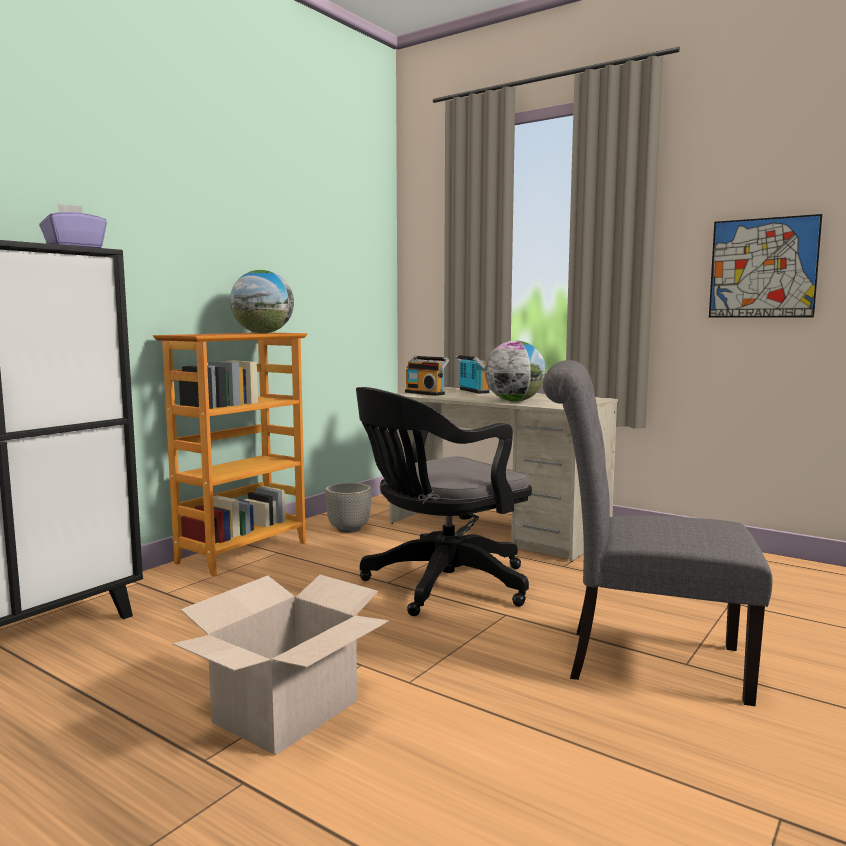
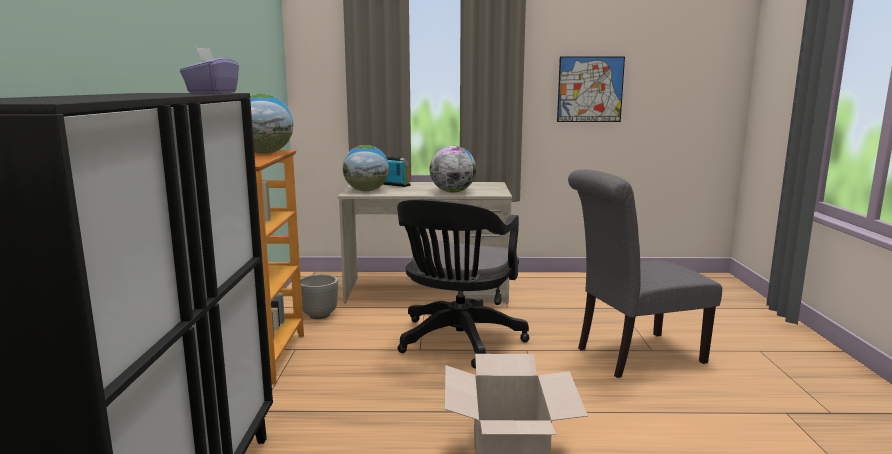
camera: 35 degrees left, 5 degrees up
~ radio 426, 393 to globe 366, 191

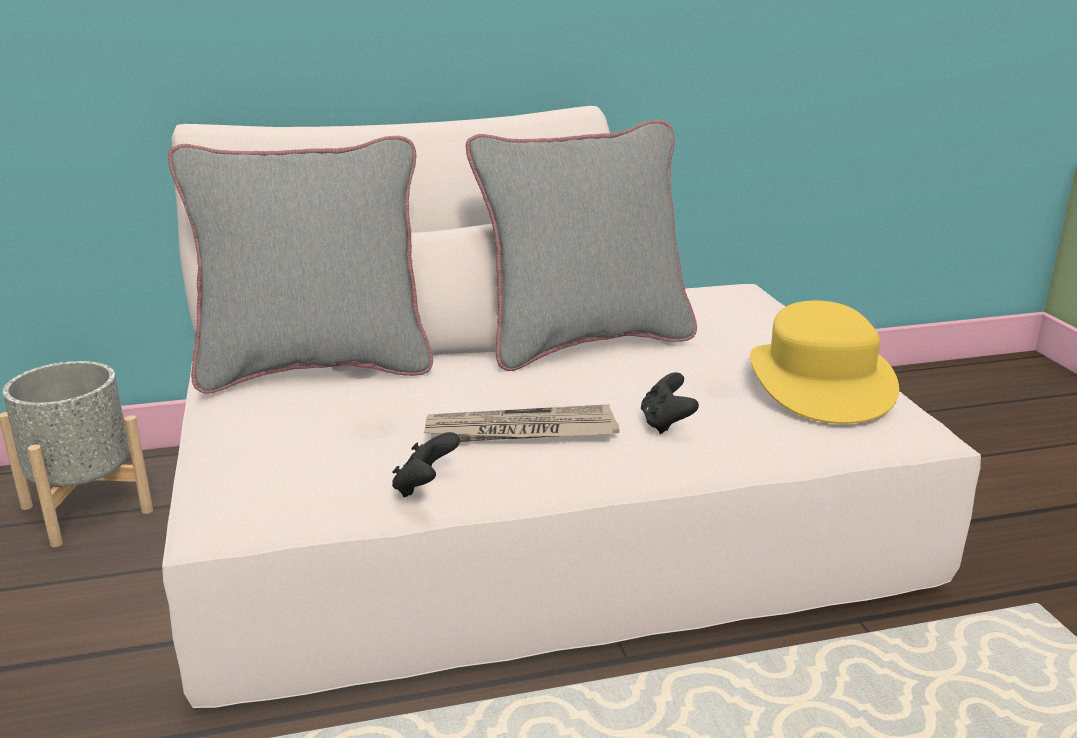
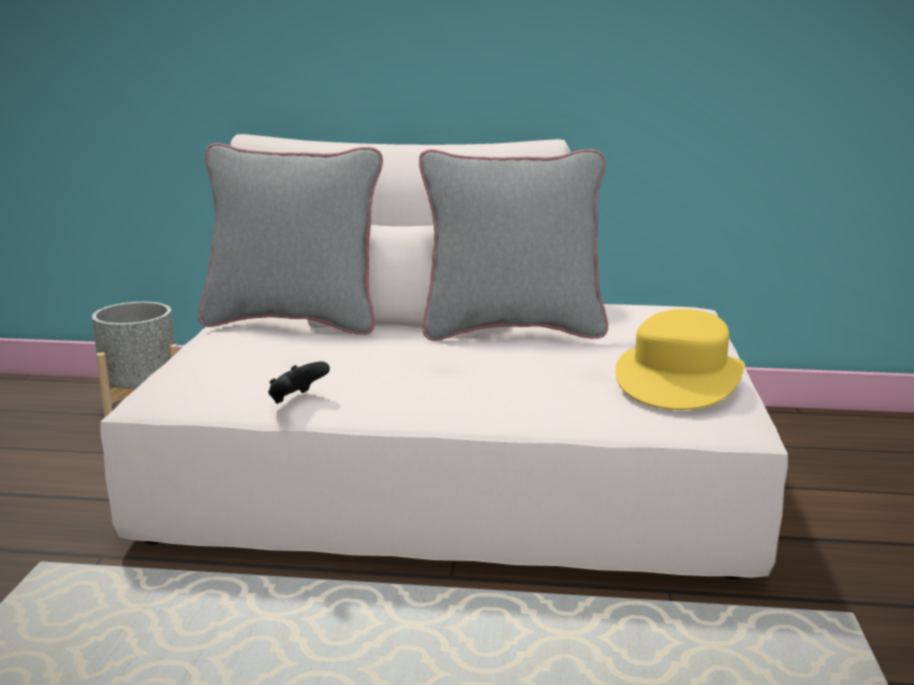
camera: 20 degrees right, 5 degrees down
- game controller (black) 666, 423
- newspaper 520, 432

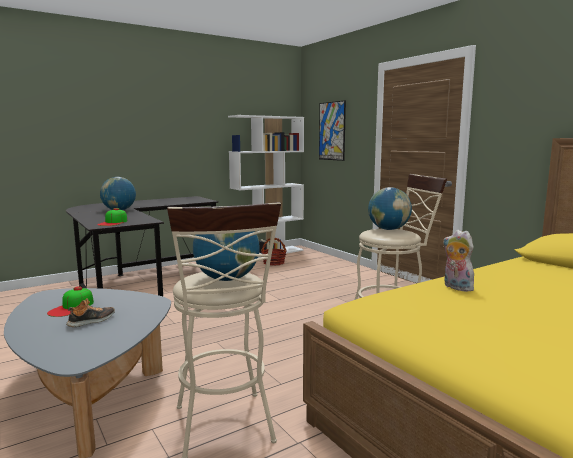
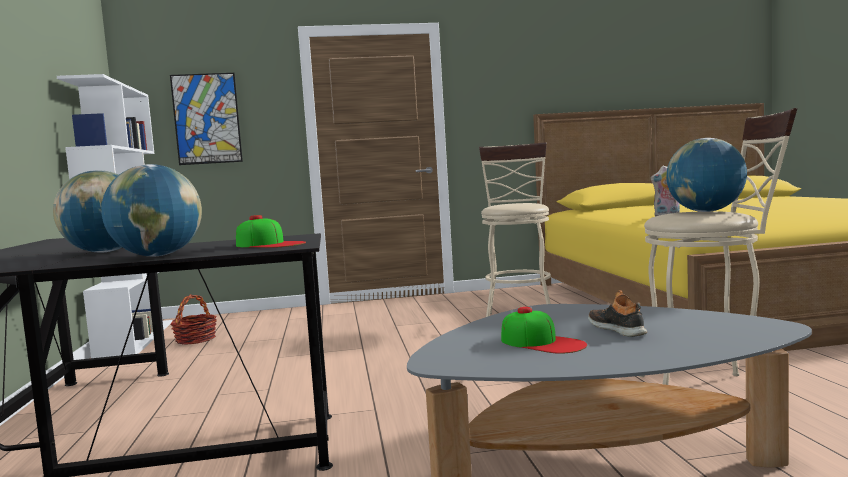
camera: 65 degrees left, 5 degrees down
~ globe 388, 229 to 158, 255

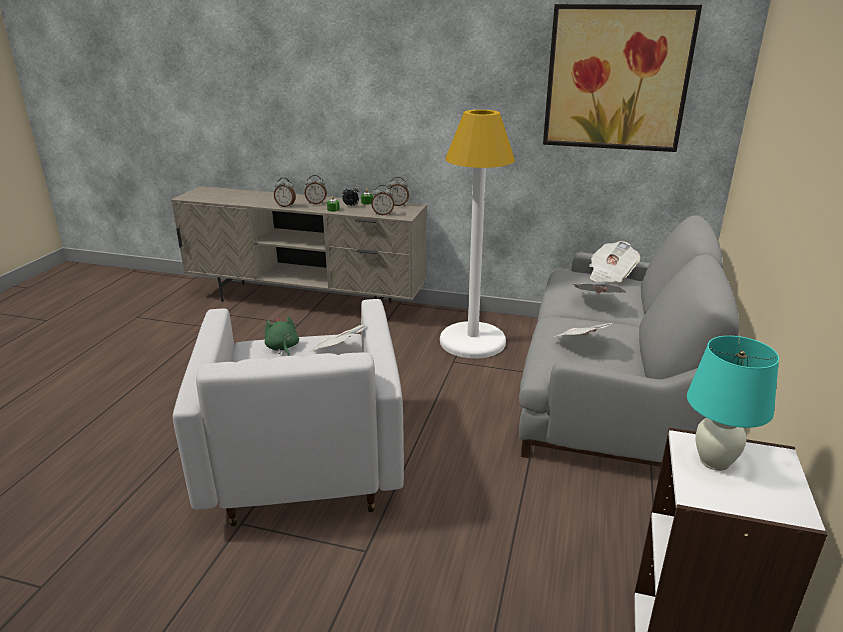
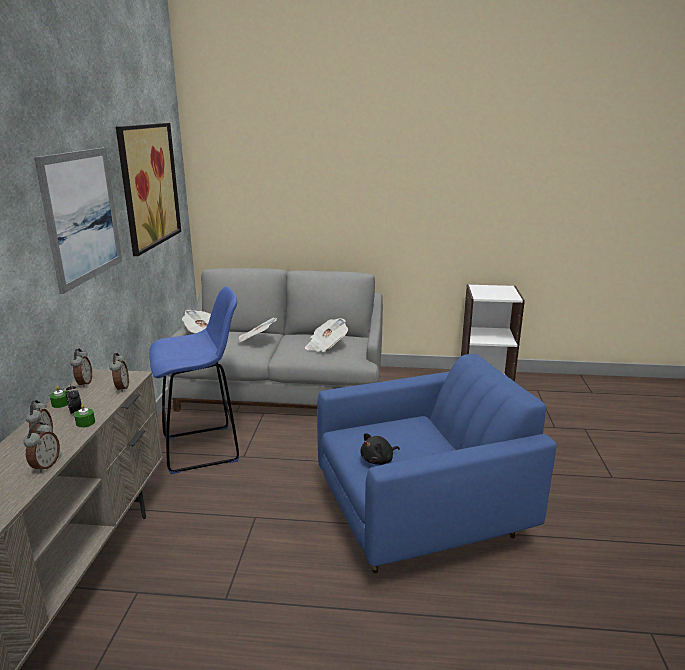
camera: 100 degrees left, 5 degrees down
~ floor lamp (white) 472, 341 to stool (blue) 204, 448
~ armchair (white) 304, 461 to armchair (blue) 421, 517
~ plush toy (green) 282, 348 to plush toy (black) 378, 460
- newspaper 339, 352
- table lamp (turquoise) 714, 461
+ picture 82, 216

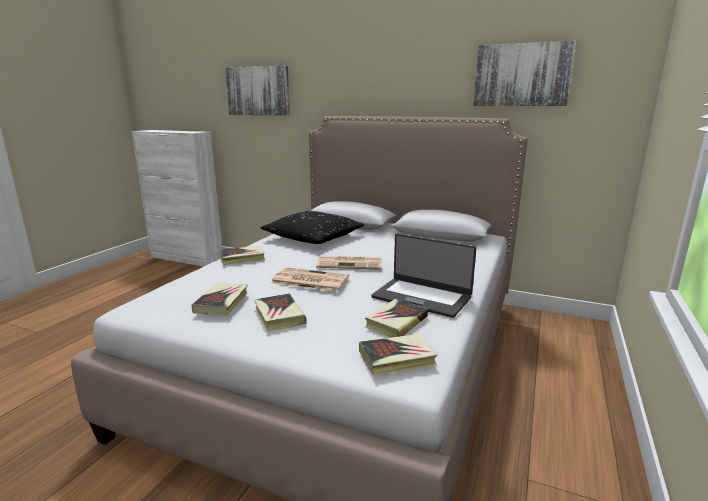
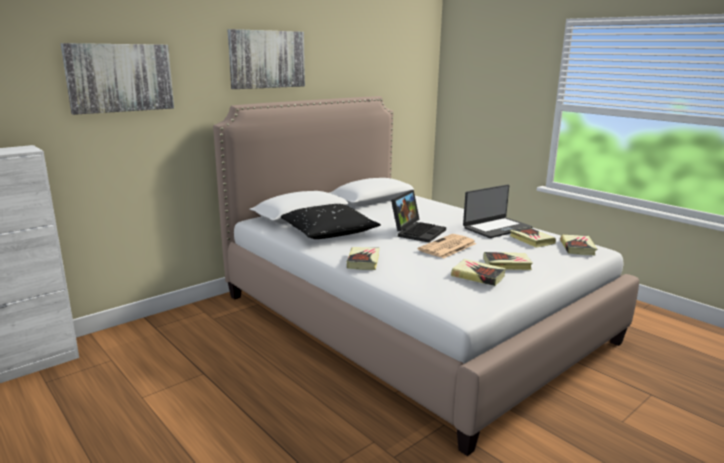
camera: 65 degrees left, 0 degrees up
~ picture 522, 75 to 267, 59
~ newspaper 351, 263 to laptop 417, 232

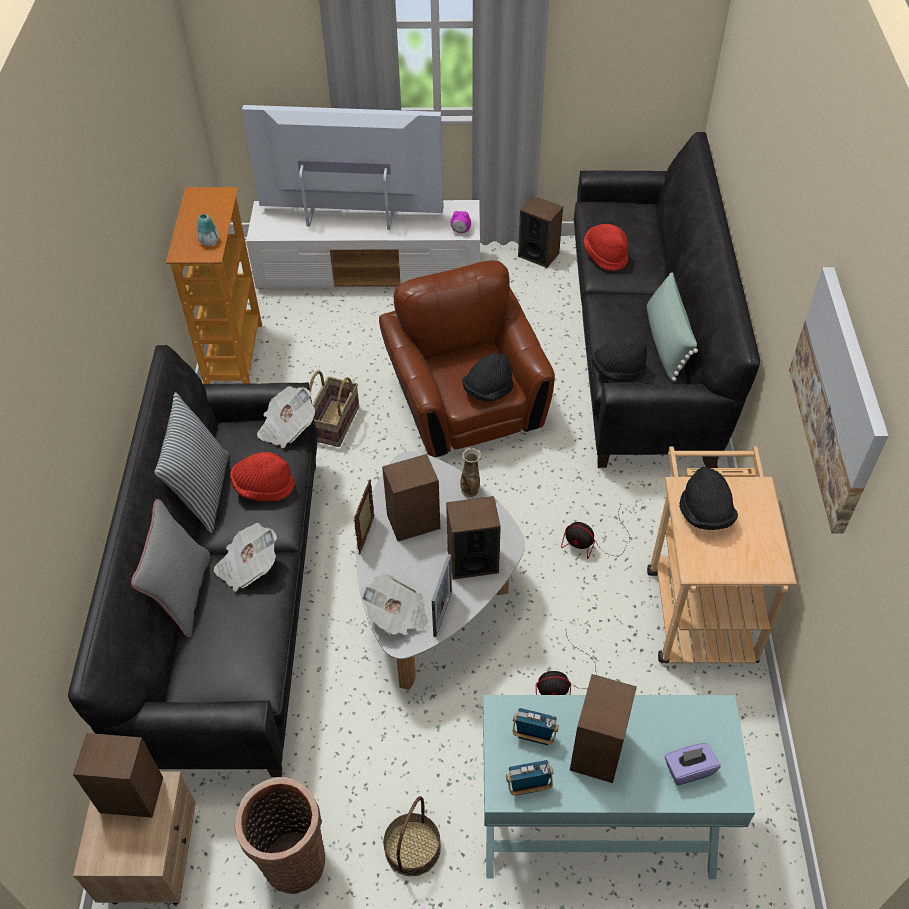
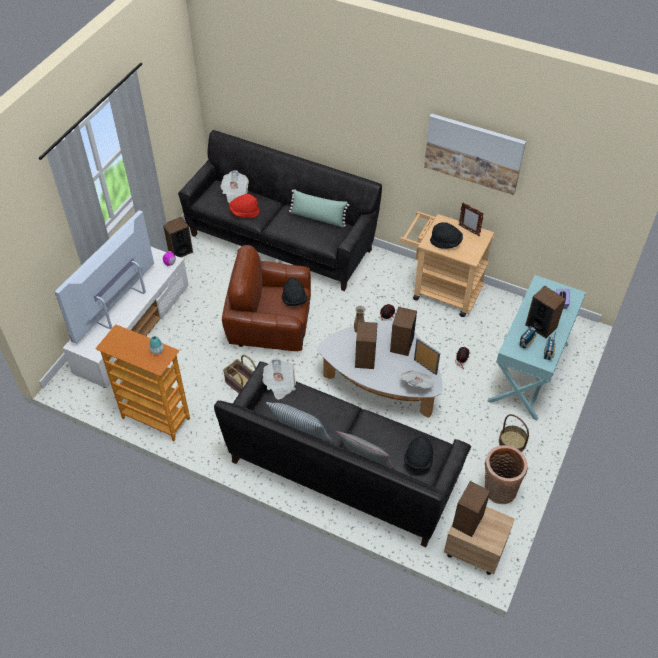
camera: 65 degrees left, 0 degrees up
~ hat (black) 618, 371 to 418, 460
- hat (red) 263, 487
~ picture frame 367, 535 to 469, 230
~ newspaper 248, 567 to 235, 193

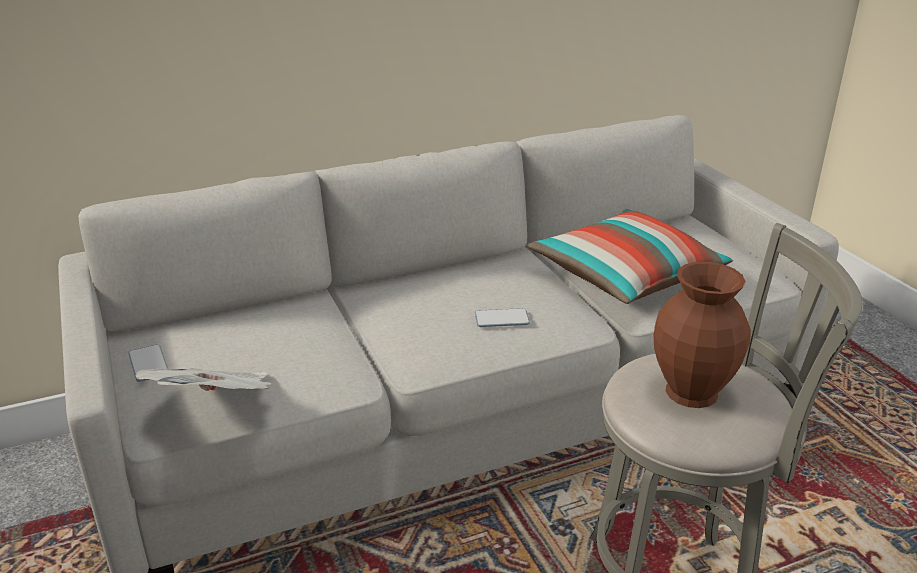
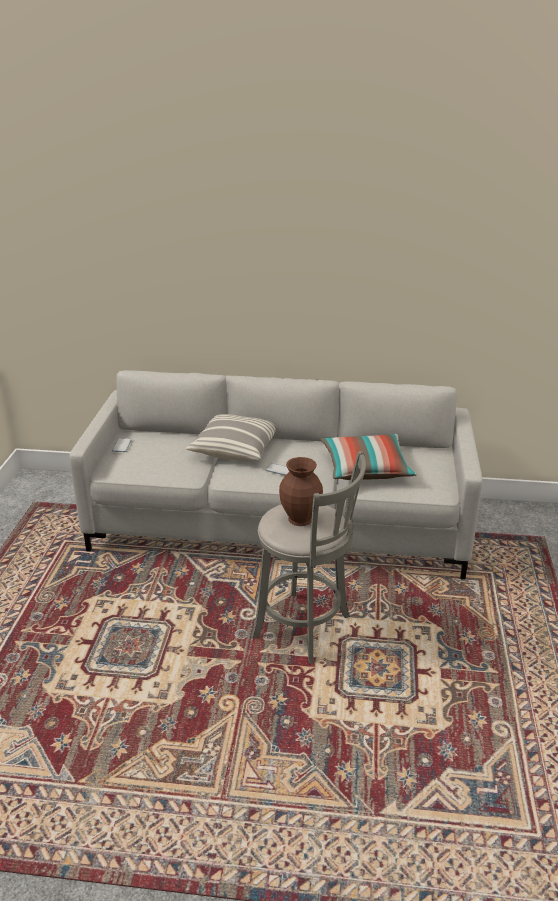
camera: 30 degrees right, 0 degrees up
- newspaper 216, 405
+ pillow 235, 448

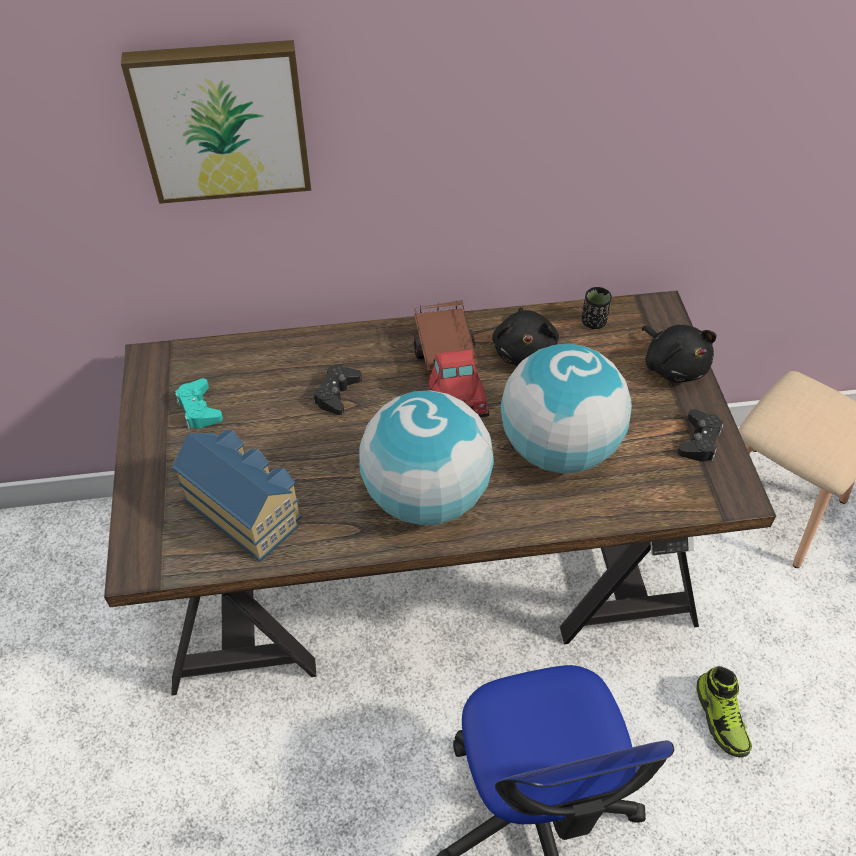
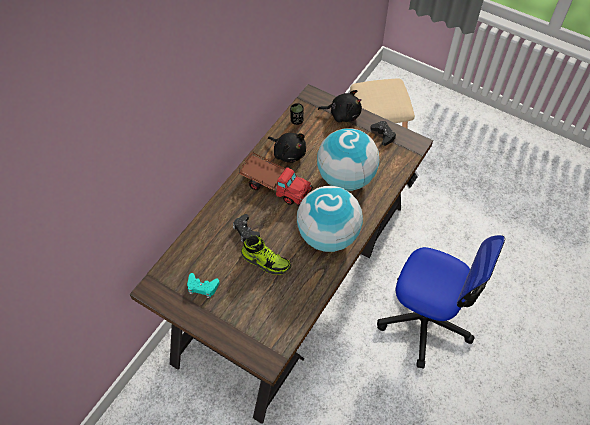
camera: 50 degrees left, 5 degrees up
- picture 222, 120
- toy house 245, 509
~ shoe 721, 718 to 266, 261

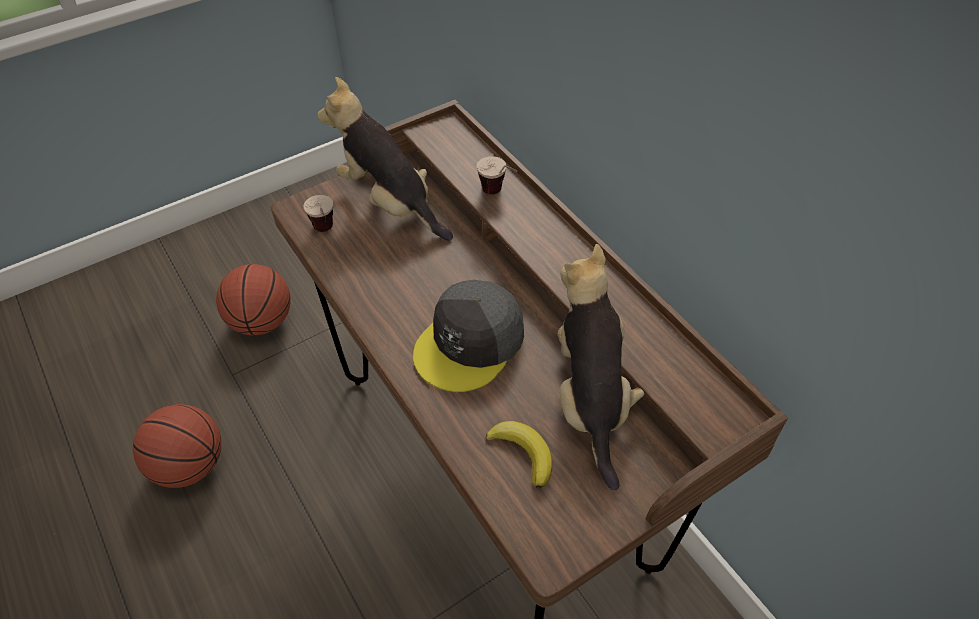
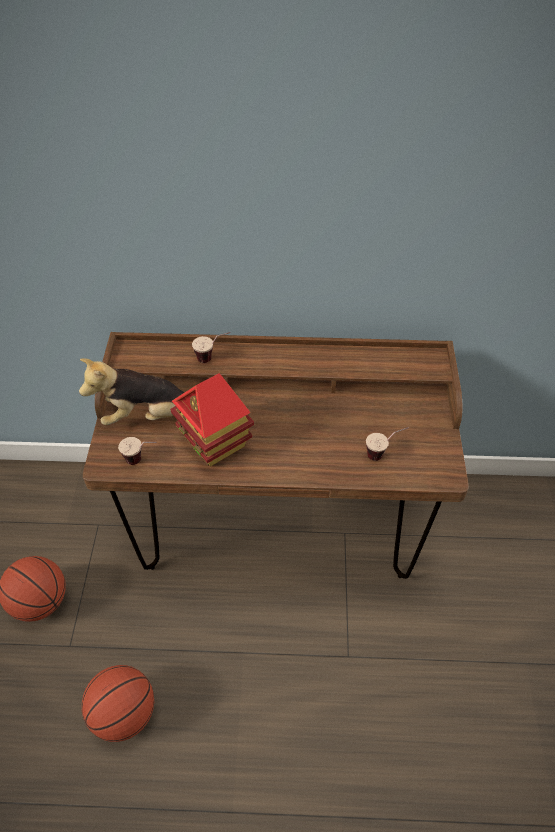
camera: 55 degrees left, 0 degrees up
- plush toy 590, 398
- cap (grey) 470, 343
~ banana 523, 453 to cup 383, 453
+ toy house 215, 442

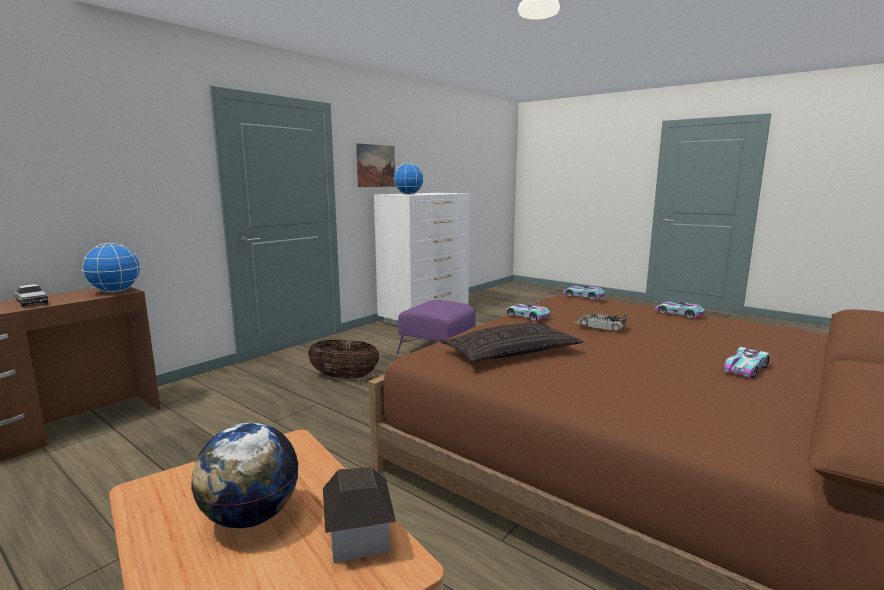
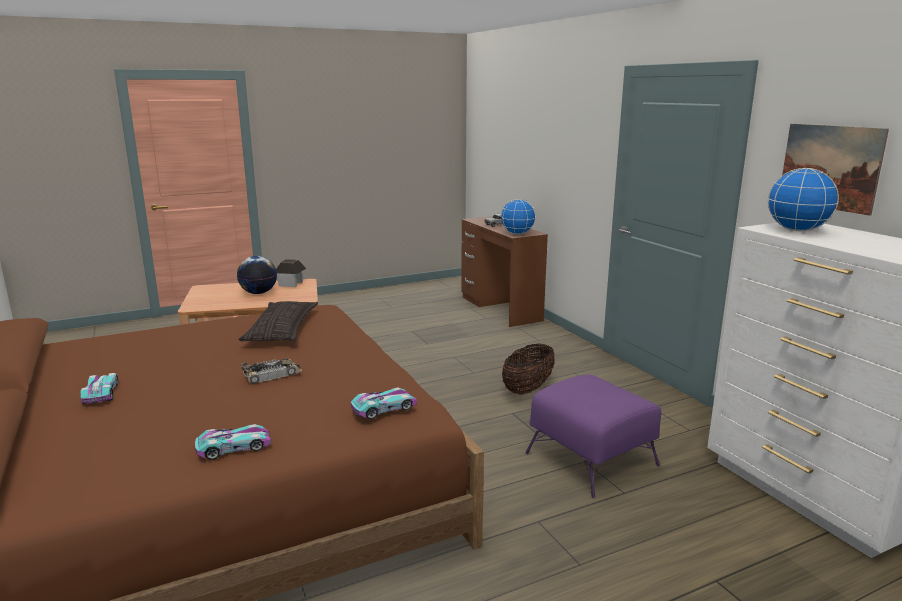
camera: 115 degrees right, 5 degrees up
- toy car 527, 316
~ toy house 359, 538 to 291, 284

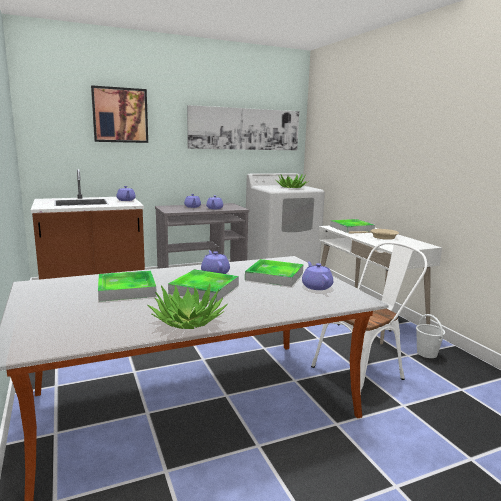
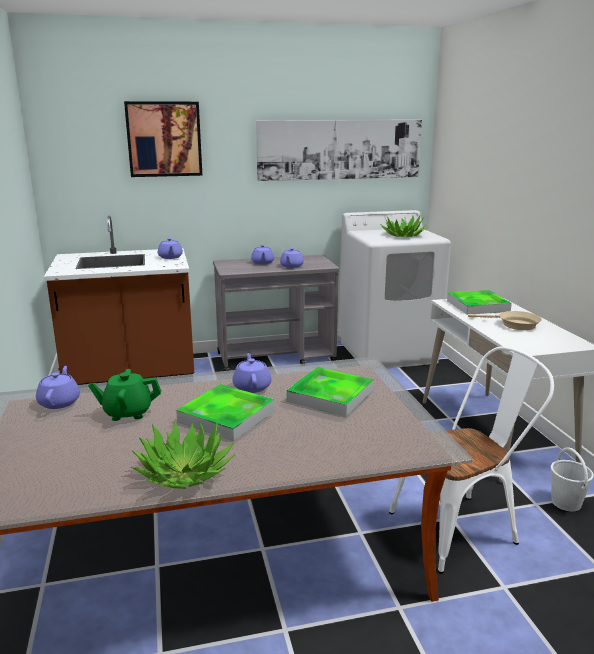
camera: 10 degrees right, 5 degrees up
~ teapot (purple) 316, 286 to 59, 402
~ tray 126, 289 to teapot (green) 127, 413

